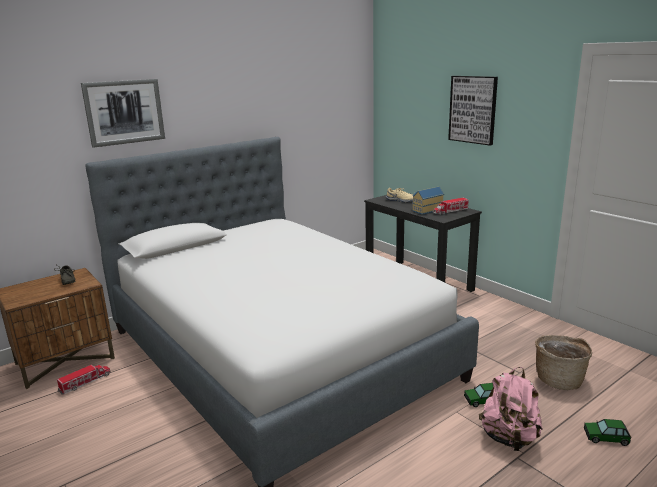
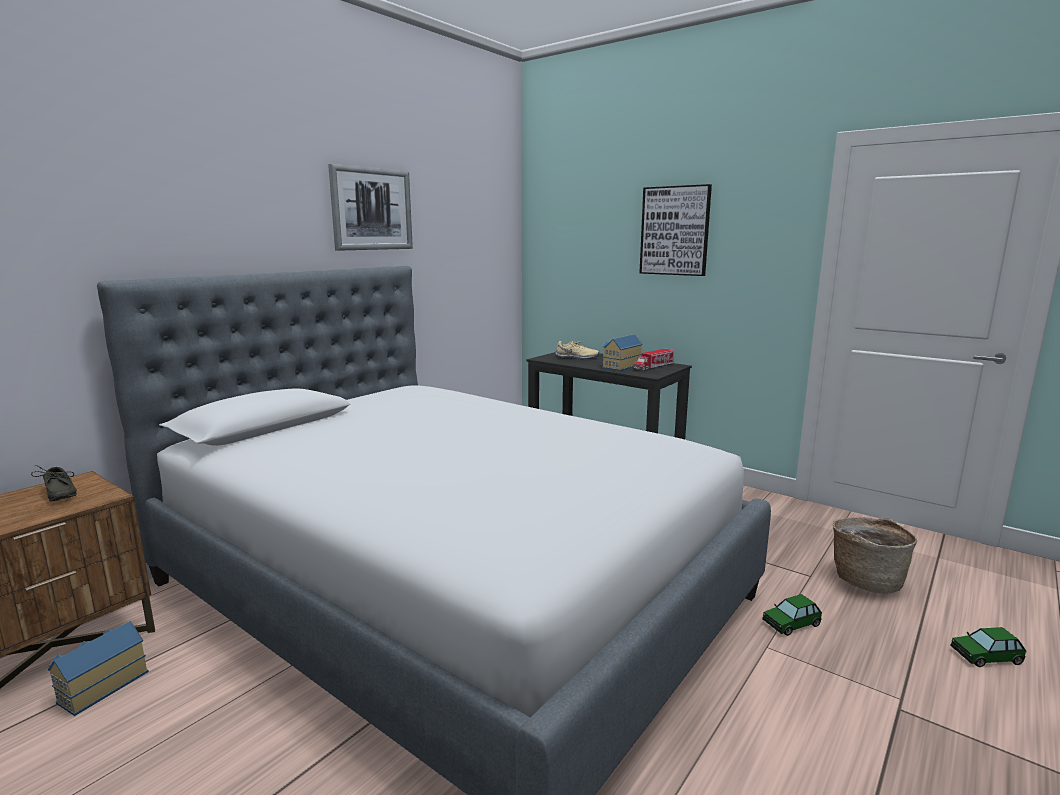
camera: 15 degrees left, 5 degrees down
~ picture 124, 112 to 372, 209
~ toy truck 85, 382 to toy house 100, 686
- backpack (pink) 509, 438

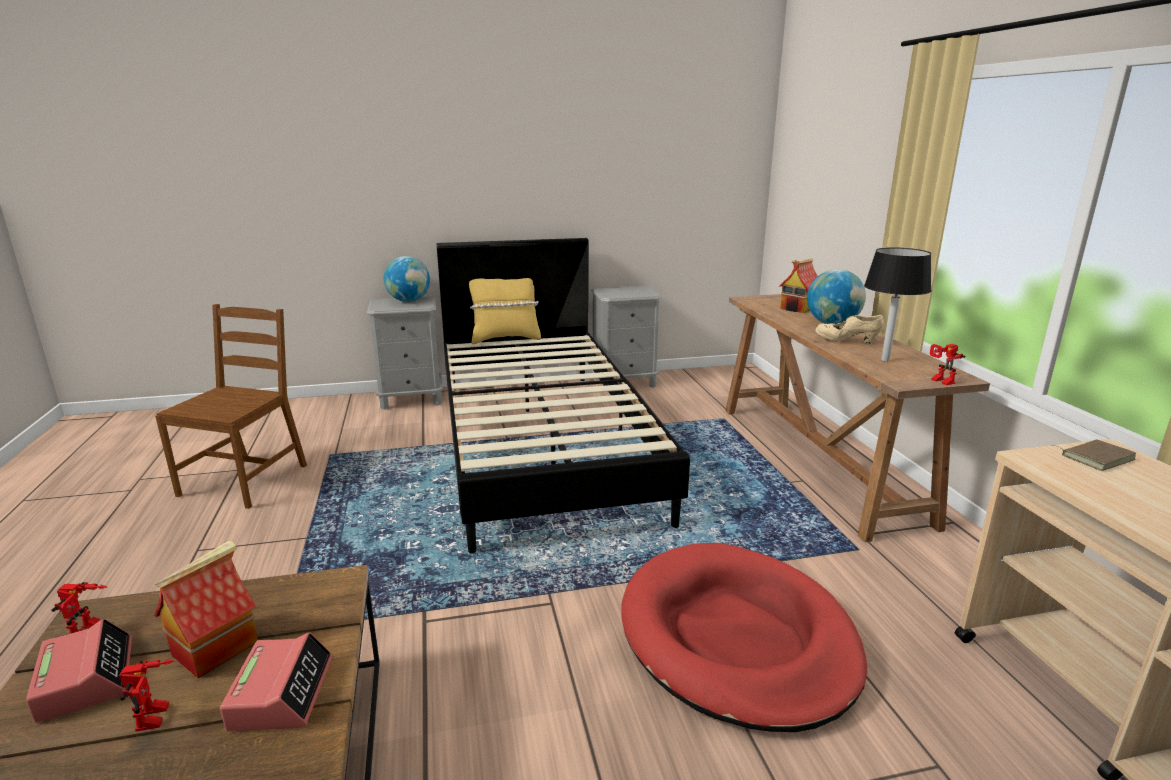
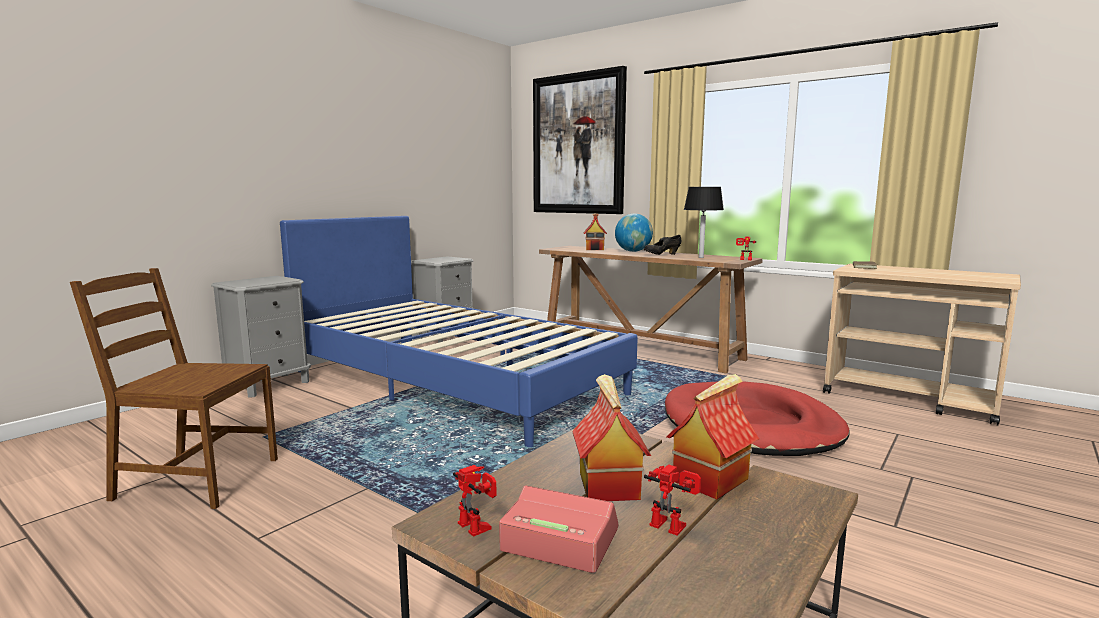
camera: 40 degrees left, 10 degrees down
~ bed (black) 541, 443 to bed (blue) 453, 382
- globe 409, 301
- pillow (yellow) 505, 339
~ chair (brown) 245, 480 = 195, 479 60 degrees counterclockwise
~ shoe (beige) 846, 341 to shoe (black) 662, 255
~ alarm clock 282, 693 to toy house 710, 479
+ picture 578, 144

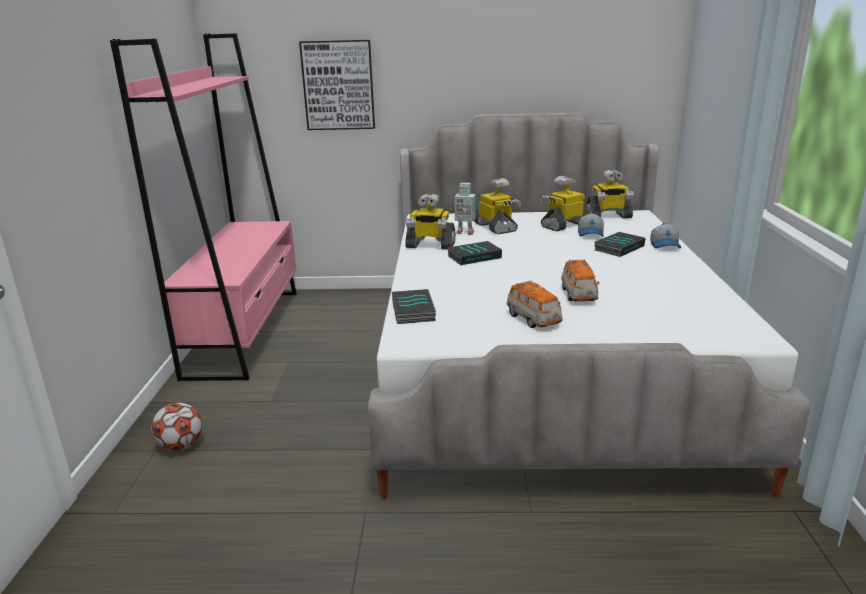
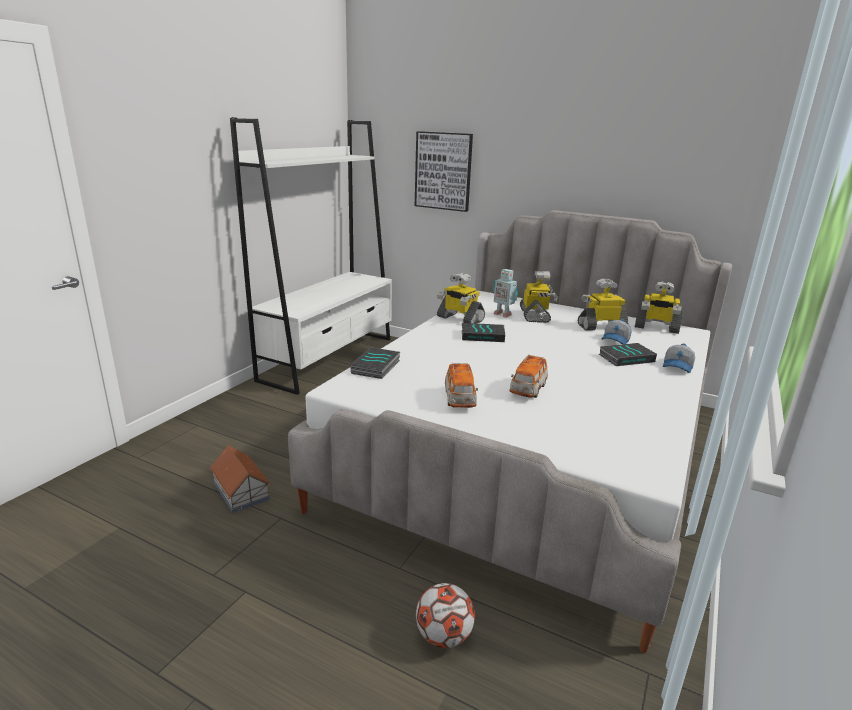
camera: 25 degrees right, 0 degrees up
~ bookcase (pink) 245, 331 to bookcase (white) 329, 358
~ football 181, 446 to 443, 636
+ toy house 241, 490

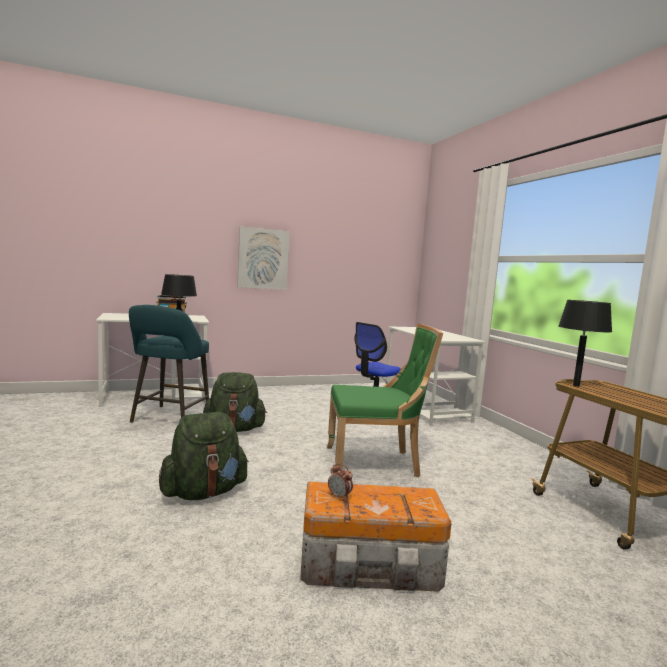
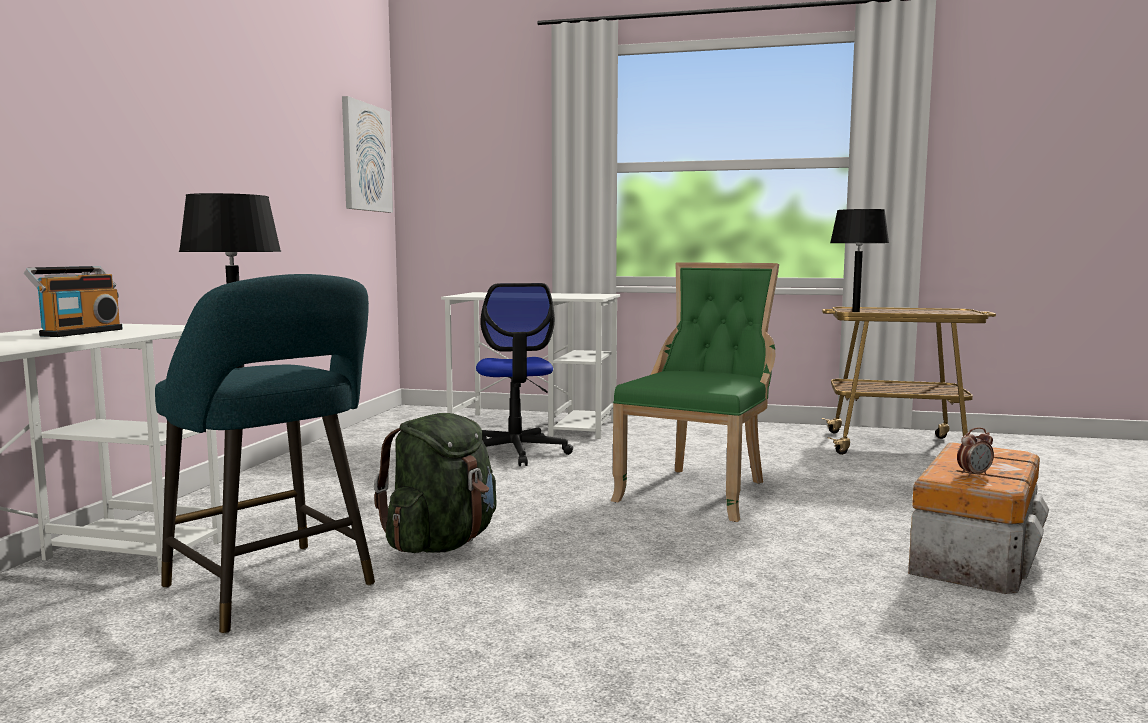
camera: 55 degrees left, 0 degrees up
~ picture 263, 259 to 366, 158
- backpack (green) 204, 492

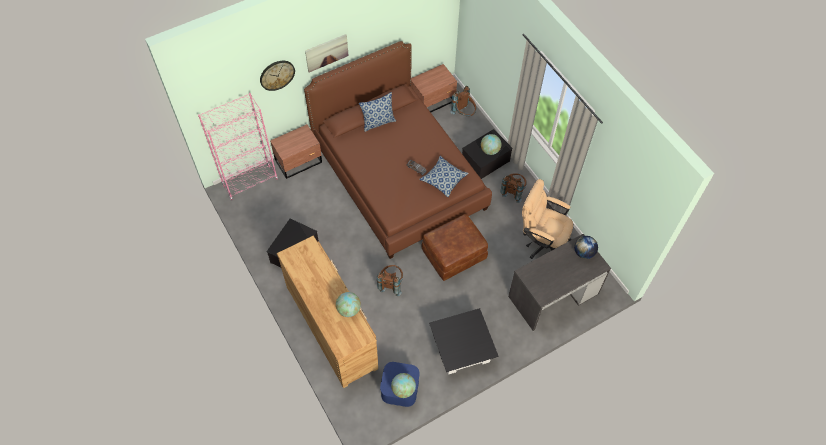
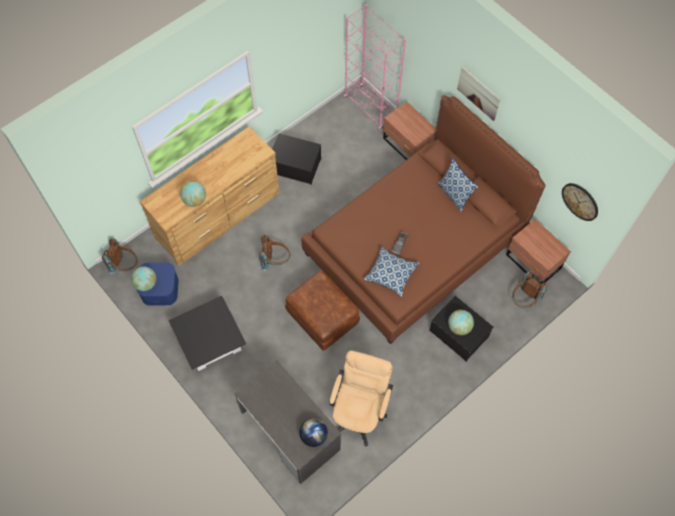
camera: 80 degrees right, 5 degrees up
~ wall clock 277, 75 to 580, 201
~ backpack (brown) 513, 191 to 125, 265

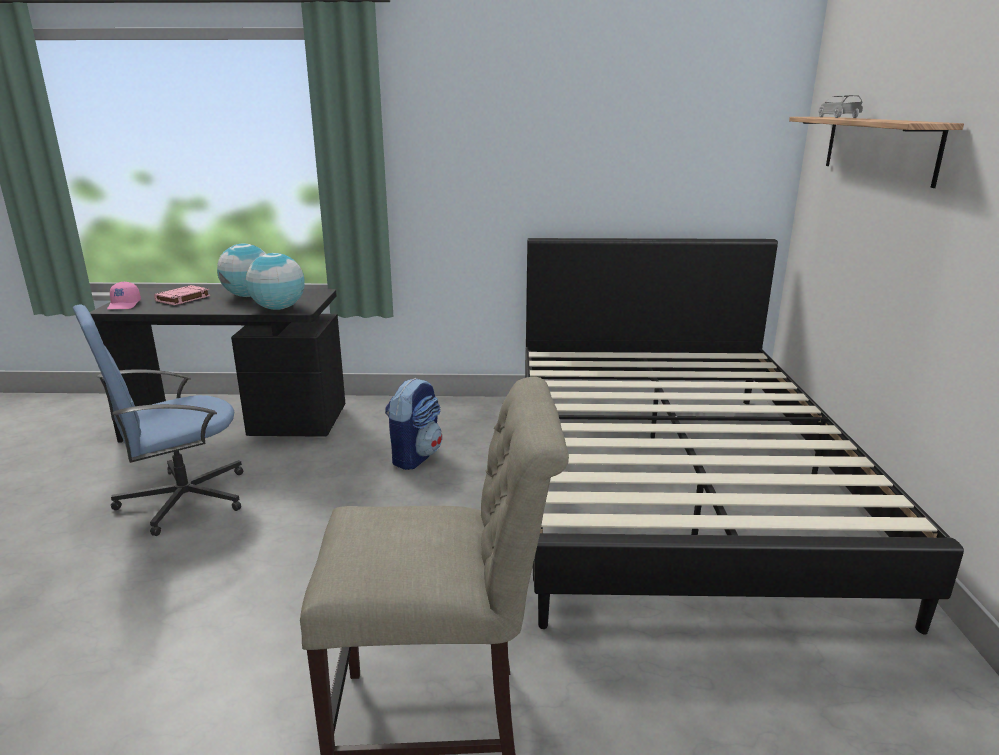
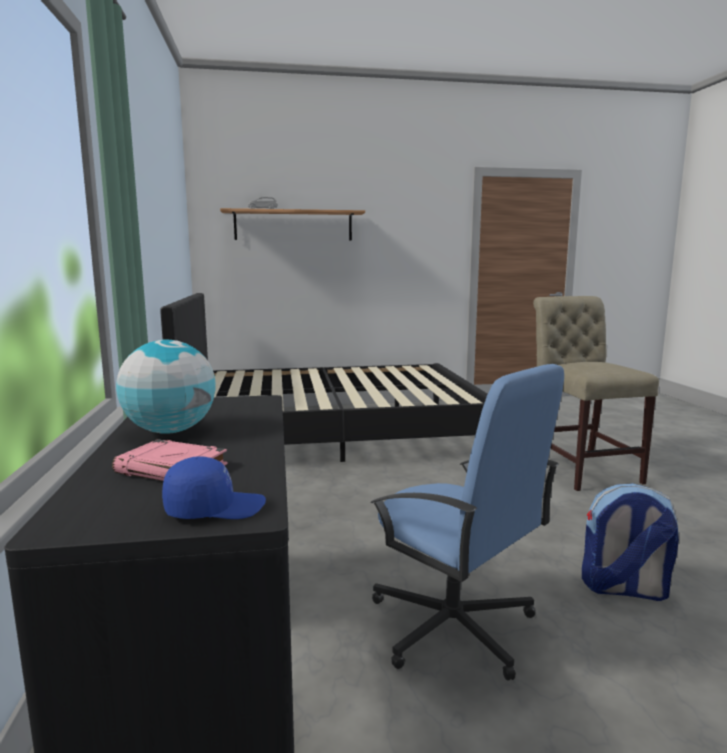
camera: 100 degrees left, 10 degrees down
- globe 279, 308
~ cap (pink) 124, 305 to cap (blue) 215, 508
~ backpack 415, 456 to 623, 589

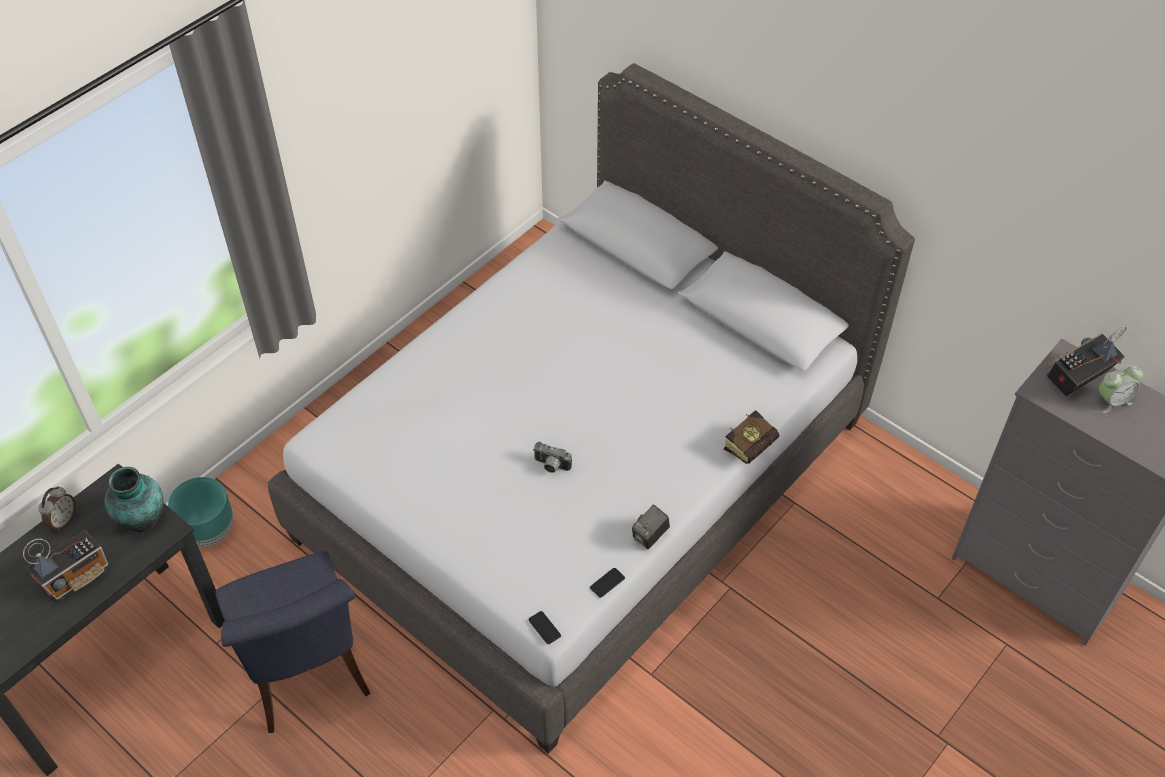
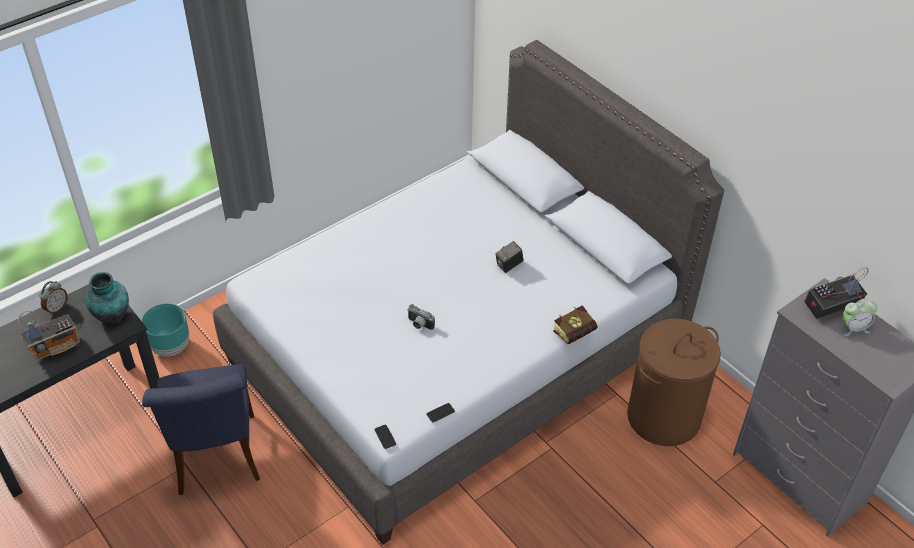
camera: 10 degrees right, 5 degrees down
~ photo camera 650, 536 to 509, 265
+ laundry basket (brown) 663, 417

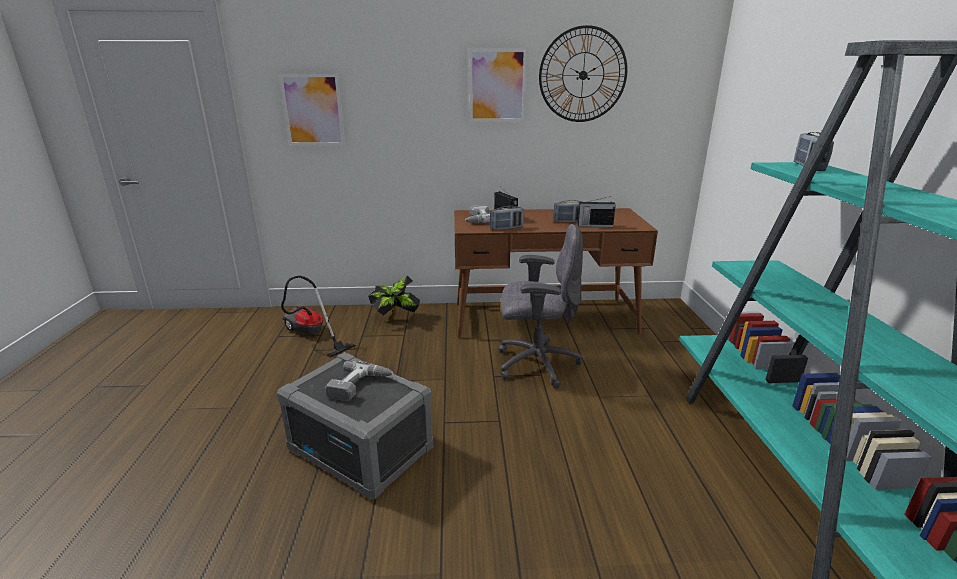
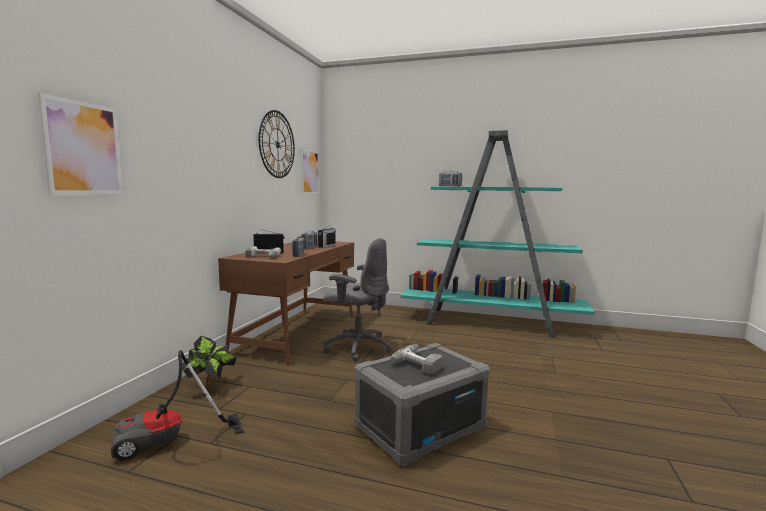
camera: 70 degrees left, 15 degrees down
~ picture 497, 85 to 309, 172
~ office chair (grey) 535, 364 = 358, 347 90 degrees clockwise

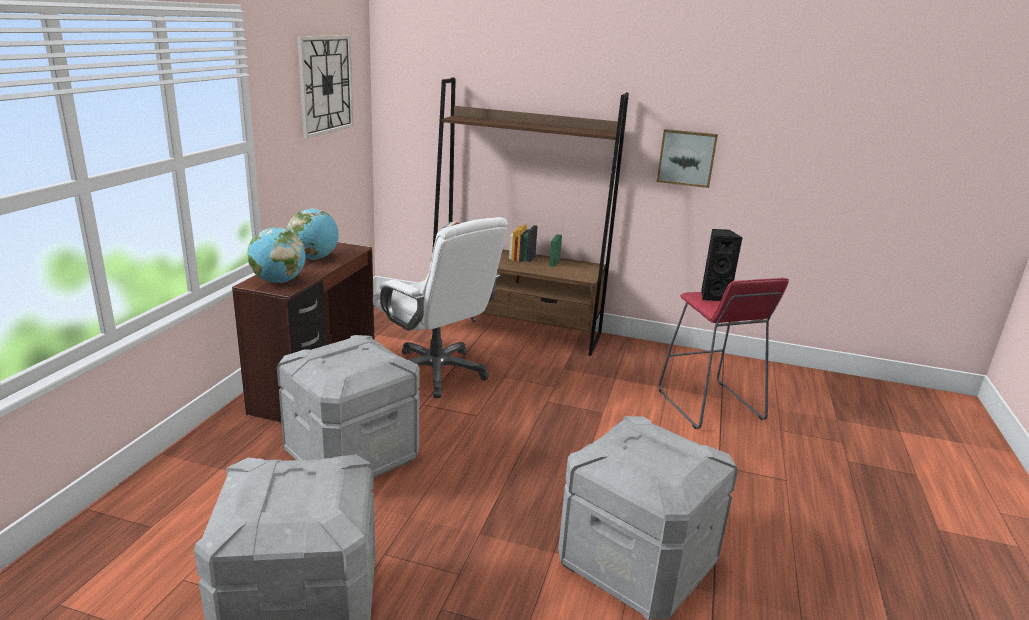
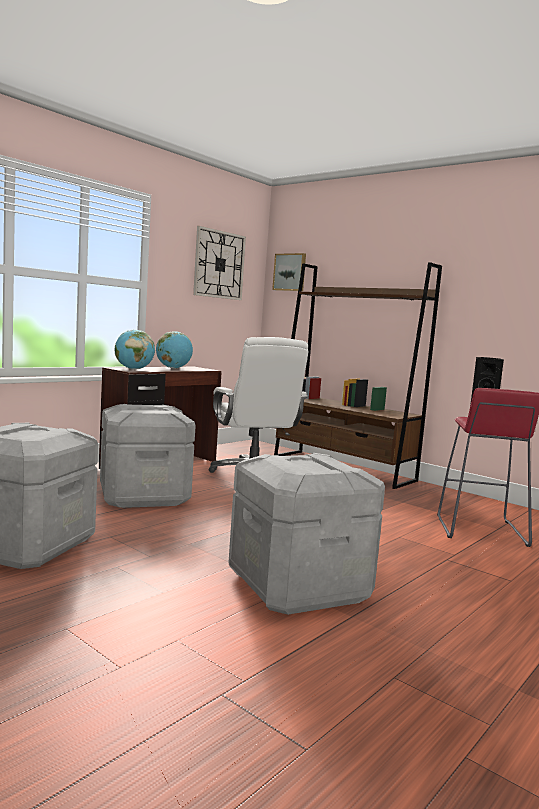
camera: 25 degrees right, 15 degrees down
~ picture 686, 158 to 290, 272

